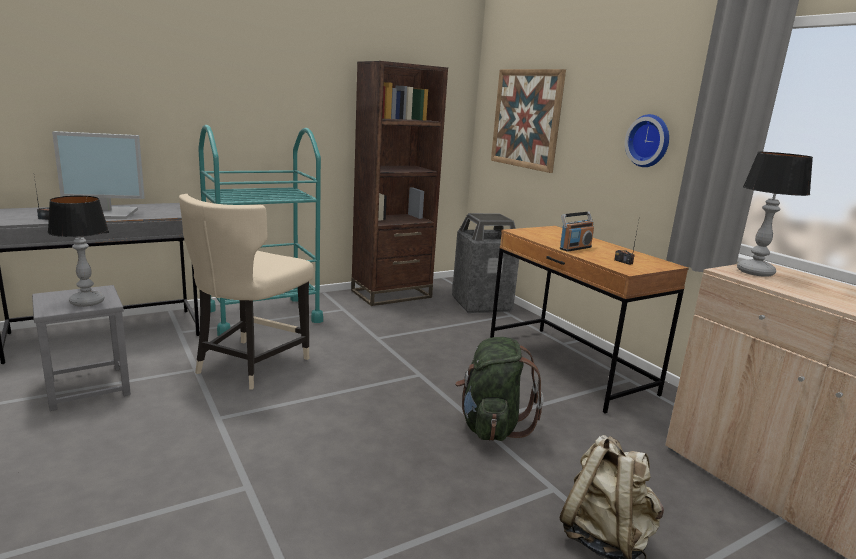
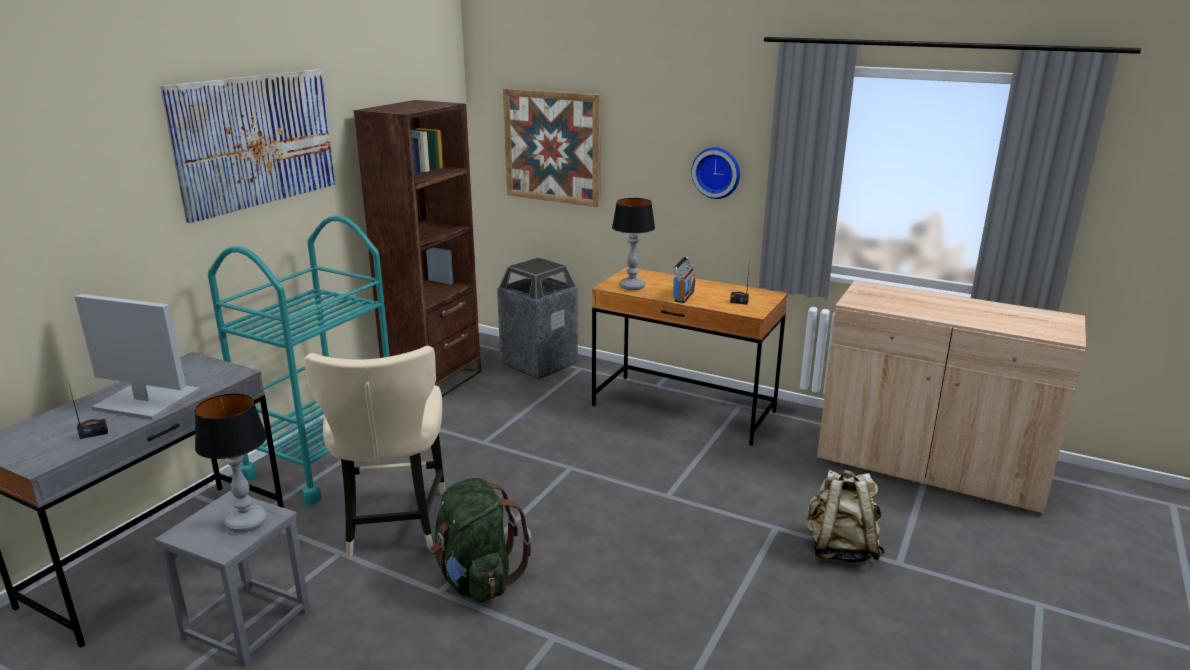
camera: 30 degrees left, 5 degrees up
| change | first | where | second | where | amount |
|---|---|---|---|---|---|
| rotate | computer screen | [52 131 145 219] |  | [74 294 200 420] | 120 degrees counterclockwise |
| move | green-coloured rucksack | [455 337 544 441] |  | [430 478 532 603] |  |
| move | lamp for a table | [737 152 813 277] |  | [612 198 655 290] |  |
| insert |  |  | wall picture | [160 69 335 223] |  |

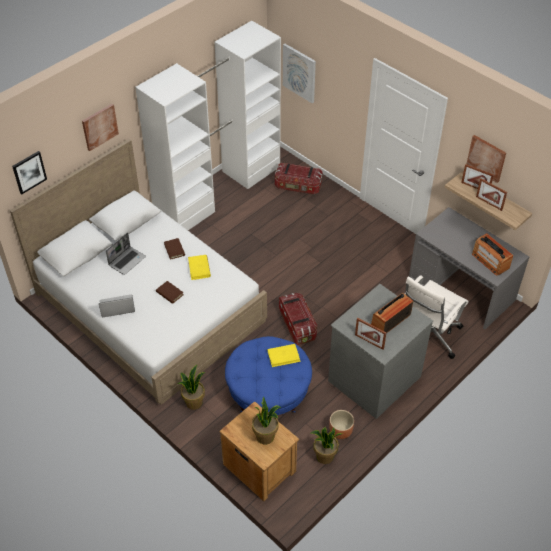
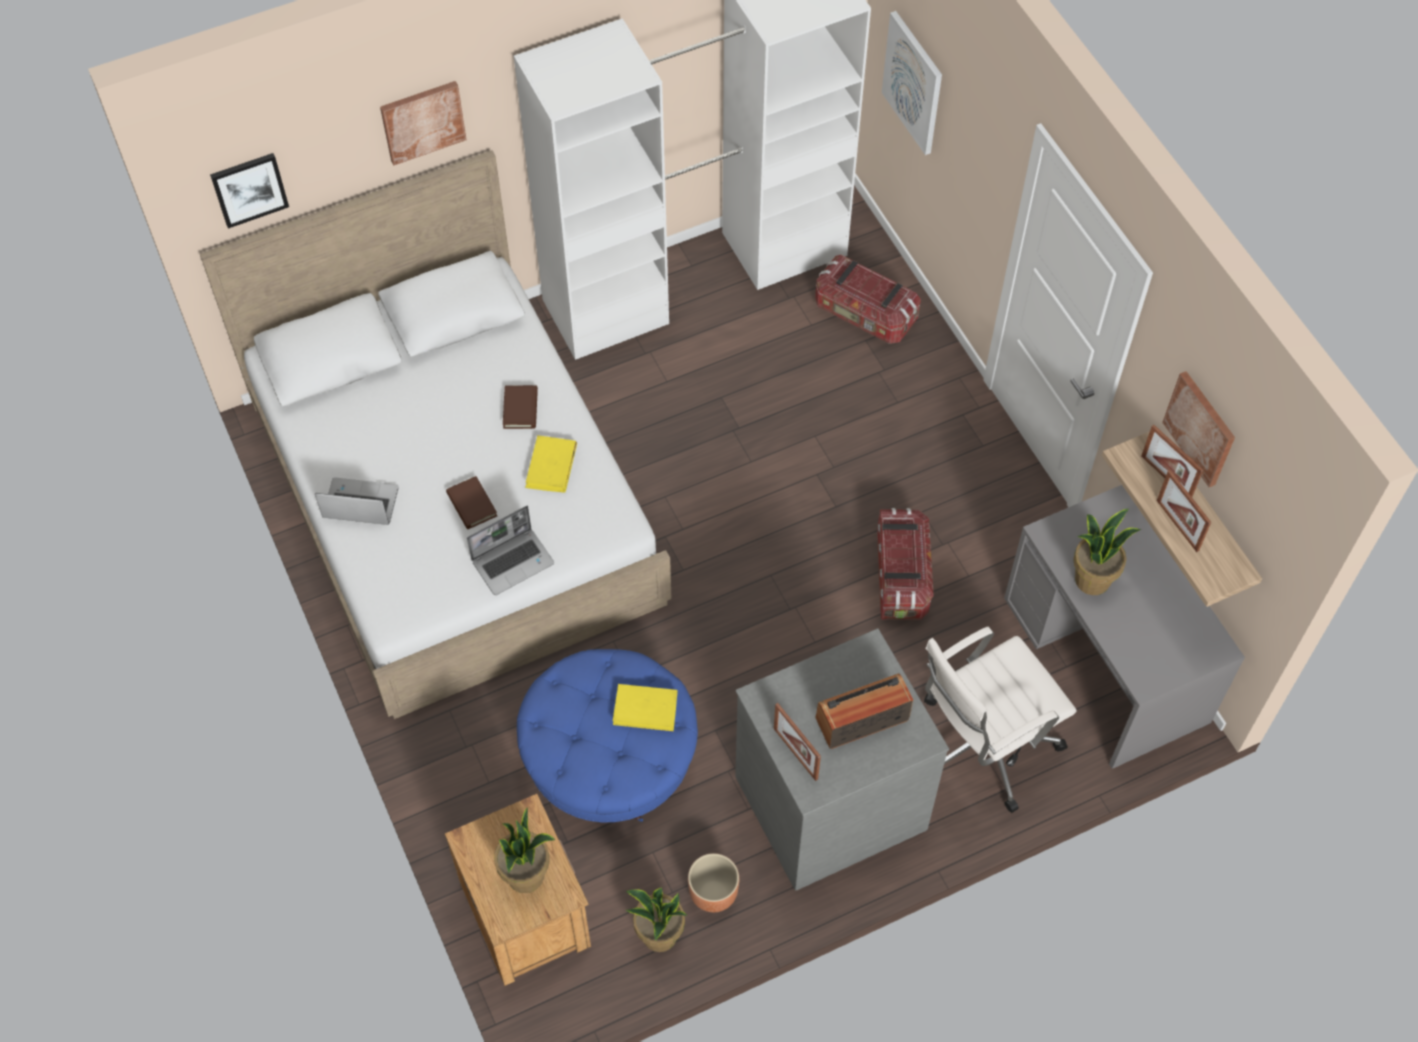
camera: 20 degrees right, 10 degrees up
| change | first | where | second | where | amount |
|---|---|---|---|---|---|
| move | portable computer | [106 233 146 275] |  | [467 506 554 595] |  |
| move | houseplant | [178 365 205 410] |  | [1073 509 1141 595] |  |
| move | storage box | [279 293 318 345] |  | [877 508 934 620] |  |
| delete | radio receiver | [472 233 513 276] |  |  |  |

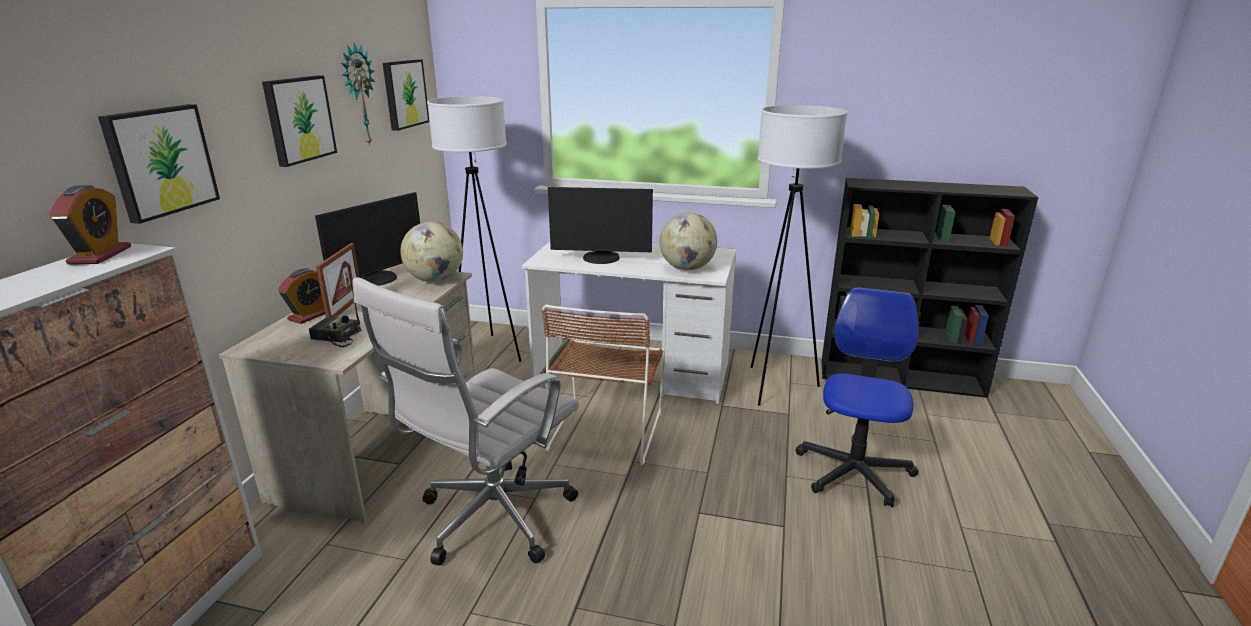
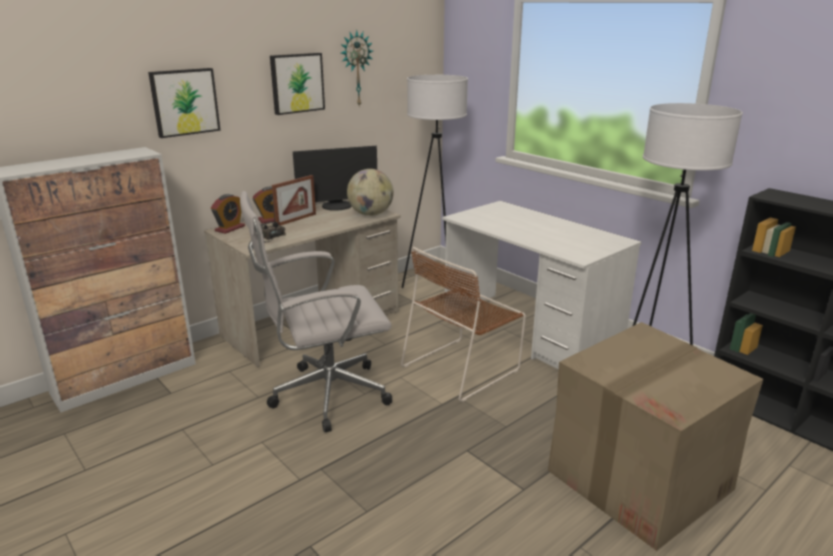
camera: 35 degrees right, 0 degrees up
| change | first | where | second | where | amount |
|---|---|---|---|---|---|
| move | alarm clock | [49 185 131 265] |  | [211 194 245 234] |  |
| delete | wall picture | [383 59 430 131] |  |  |  |
| delete | computer screen | [548 187 653 264] |  |  |  |
| delete | desk globe | [660 213 717 270] |  |  |  |
| replace | computer chair | [796 287 919 507] | packing box | [548 322 763 551] |  |

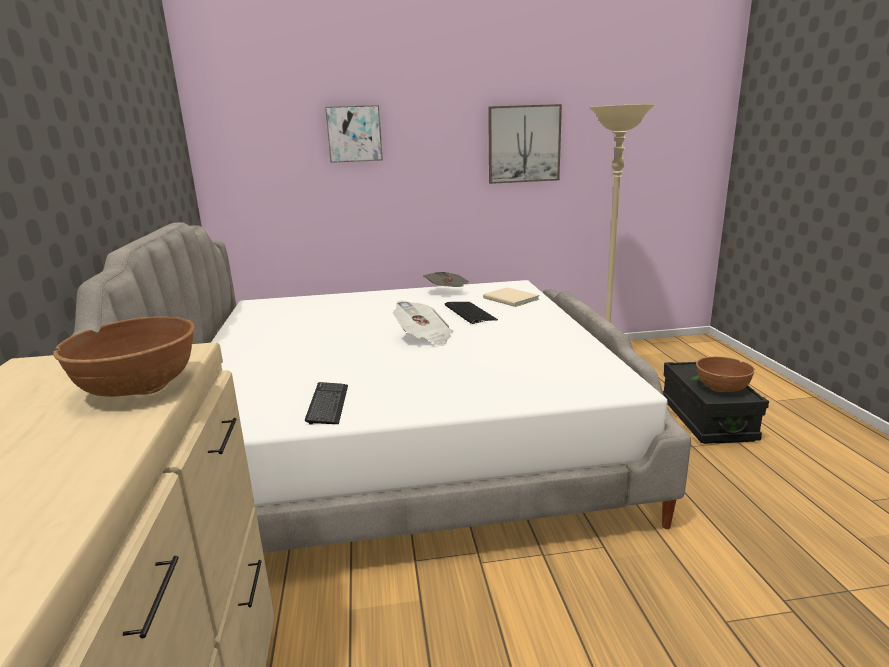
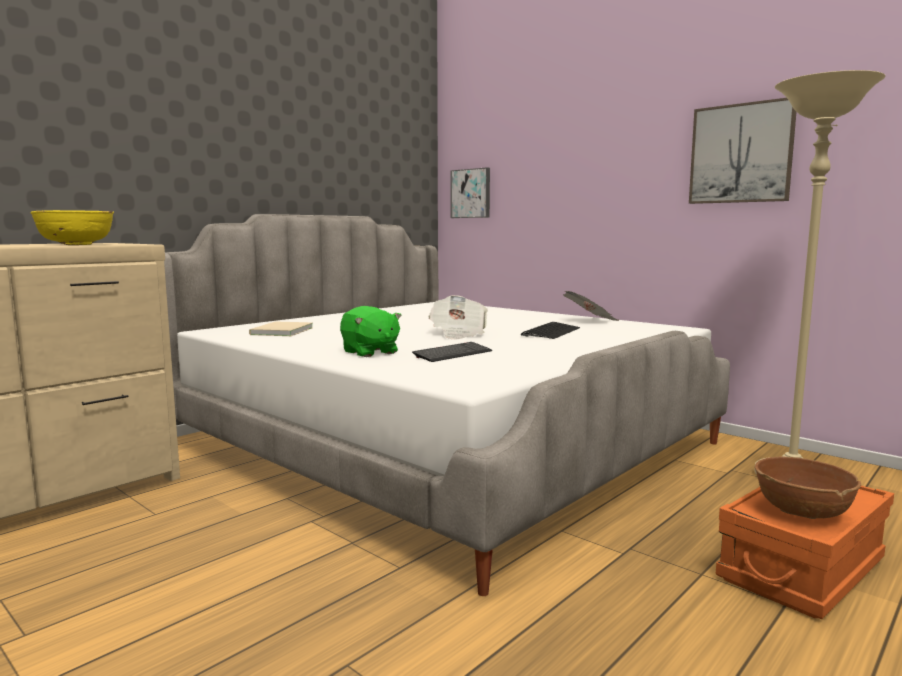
camera: 50 degrees right, 10 degrees down
| change | first | where | second | where | amount |
|---|---|---|---|---|---|
| recolor | brown serving bowl | [53 316 195 397] | yellowish serving bowl | [30 210 114 245] |  |
| move | computer keyboard | [305 382 348 425] |  | [412 342 492 362] |  |
| move | wall picture | [325 105 383 163] |  | [450 167 490 218] |  |
| move | beige-coloured volume | [483 287 539 307] |  | [249 321 313 336] |  |
| recolor | black storage box | [663 362 769 444] | orangey storage box | [716 486 894 619] |  |
| insert |  |  | green-coloured plush toy | [340 306 402 357] |  |

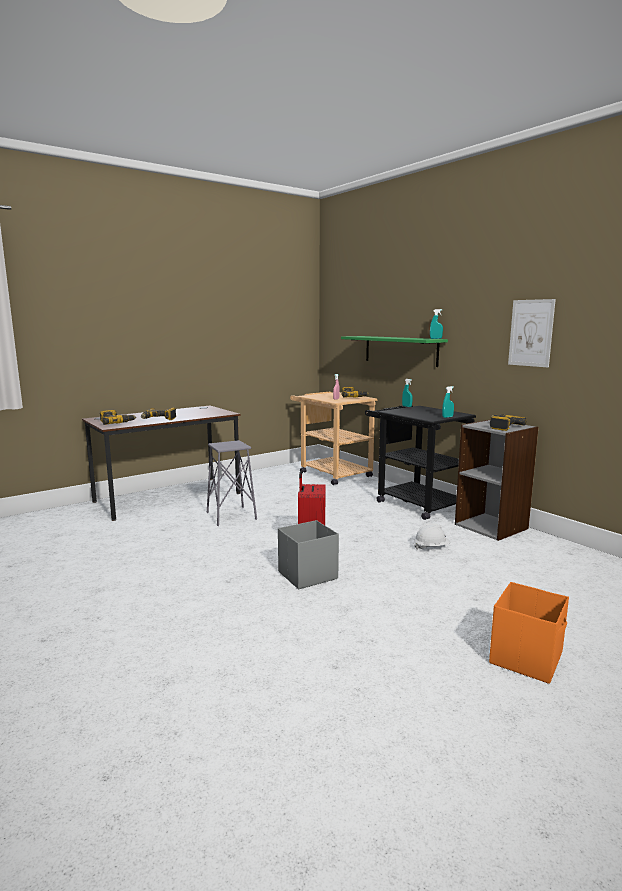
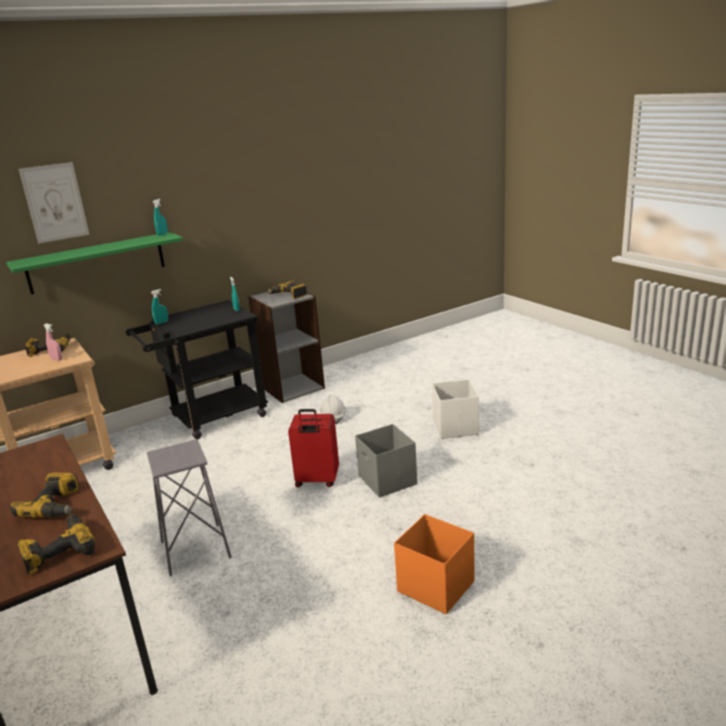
camera: 85 degrees left, 10 degrees up
| change | first | where | second | where | amount |
|---|---|---|---|---|---|
| move | orangey storage box | [489 582 569 684] |  | [394 514 475 614] |  |
| move | wall picture | [508 299 556 367] |  | [19 162 90 243] |  |
| insert |  |  | white-coloured storage box | [432 379 479 439] |  |

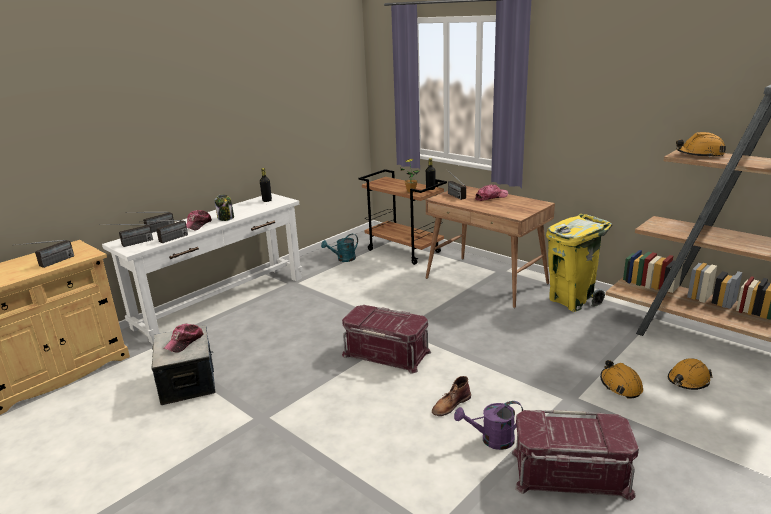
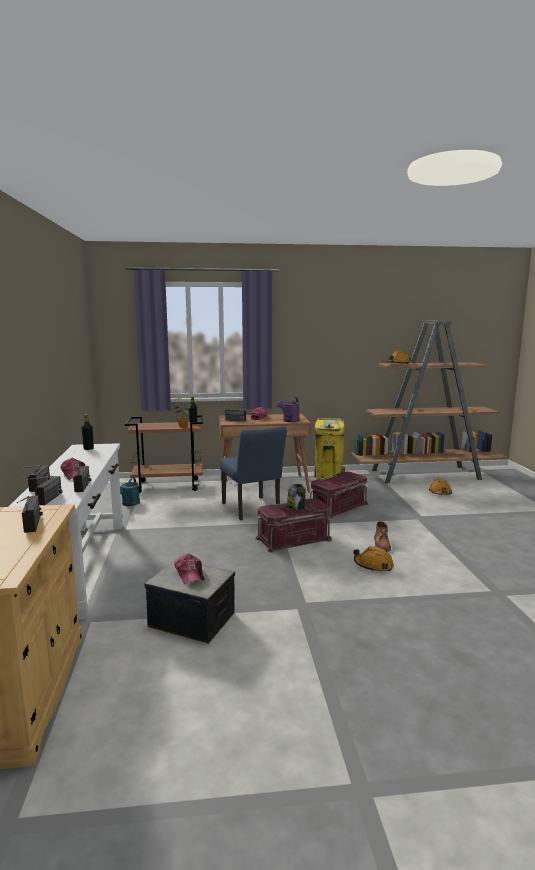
camera: 50 degrees left, 10 degrees down
| change | first | where | second | where | amount |
|---|---|---|---|---|---|
| move | preserve jar | [214 194 234 221] |  | [287 484 306 510] |  |
| move | purple watering pot | [454 401 523 450] |  | [277 397 300 422] |  |
| move | reddish storage box | [511 410 639 501] |  | [310 471 368 518] |  |
| move | orangey safety helmet | [600 360 643 399] |  | [353 546 394 572] |  |
| insert |  |  | blue-coloured chair | [220 426 287 520] |  |

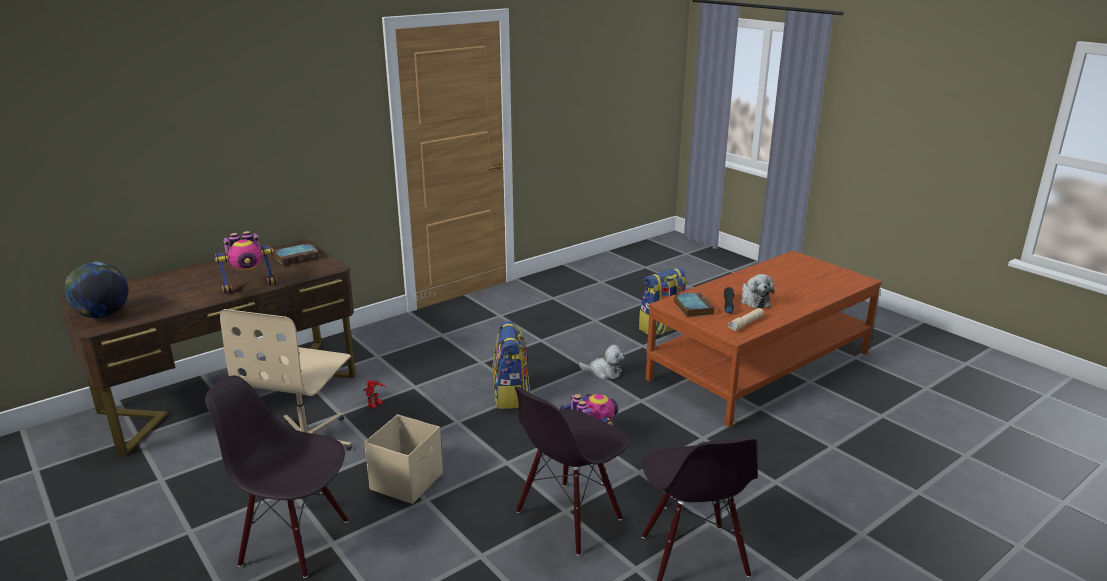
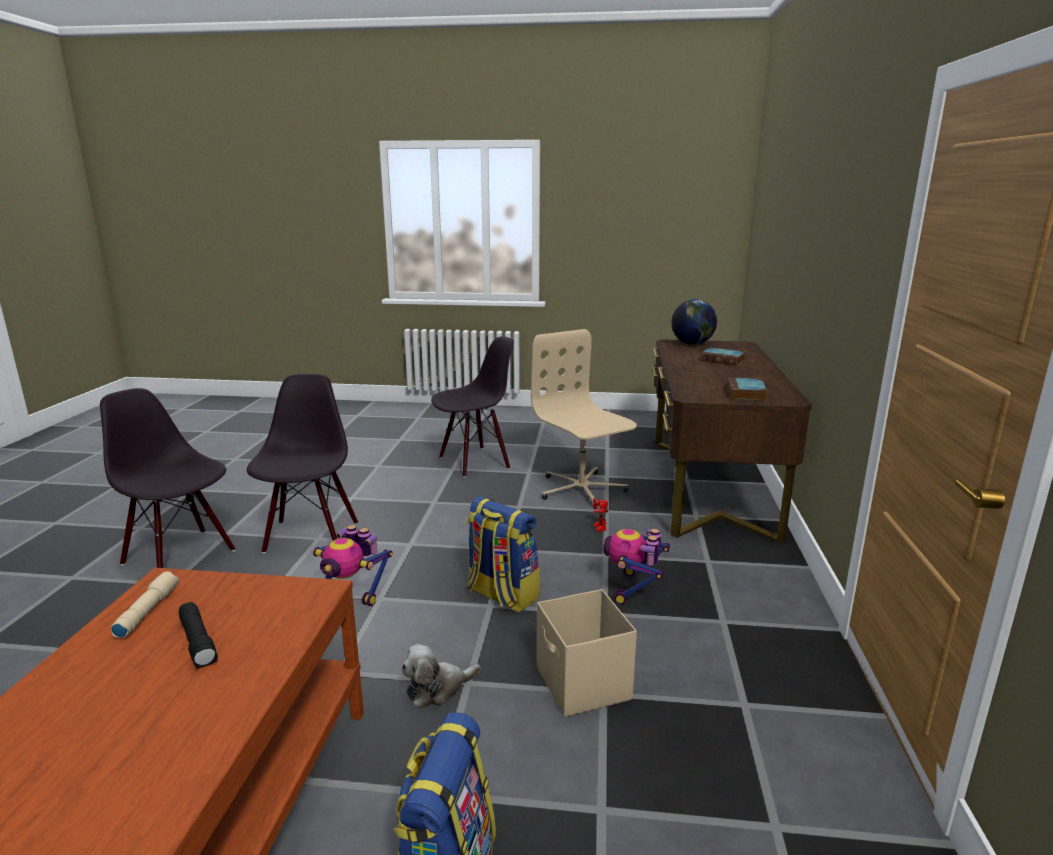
camera: 135 degrees right, 5 degrees down
| change | first | where | second | where | amount |
|---|---|---|---|---|---|
| move | model robot | [215 231 277 294] |  | [603 529 670 604] |  |
| move | beige-coloured storage box | [364 414 443 504] |  | [537 589 637 717] |  |
| move | volume | [674 292 715 317] |  | [700 348 746 365] |  |
| delete | plush toy | [741 274 774 309] |  |  |  |

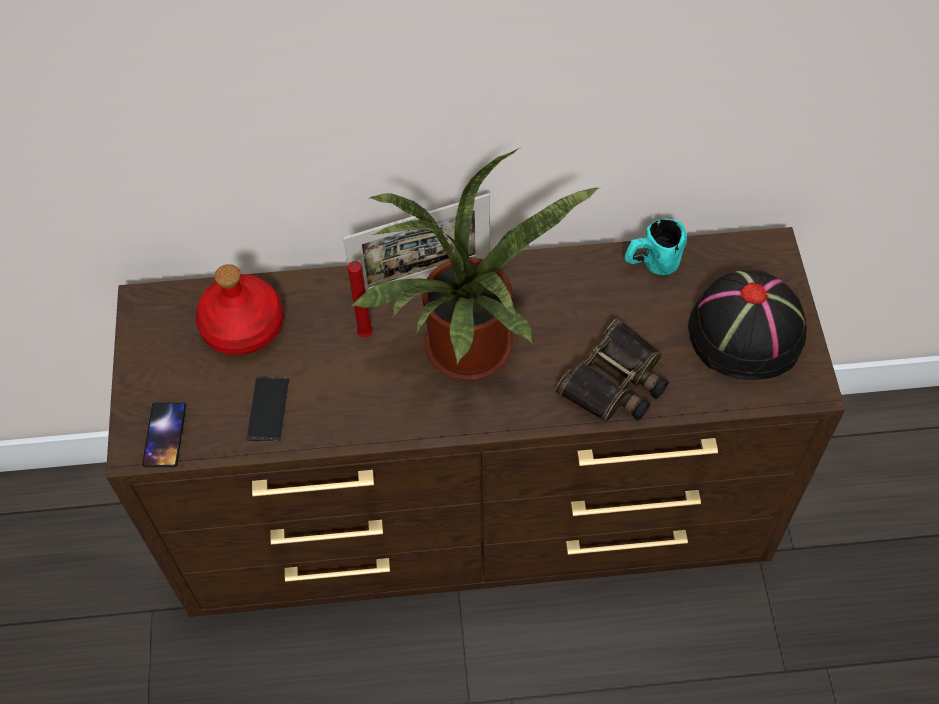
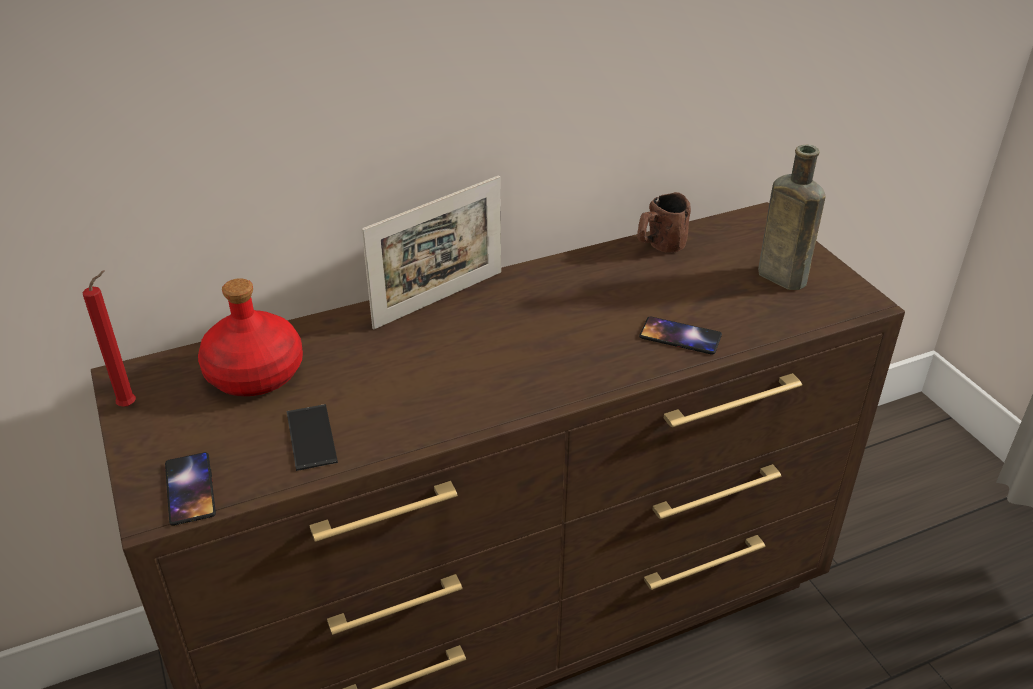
camera: 20 degrees left, 20 degrees down
| change | first | where | second | where | amount |
|---|---|---|---|---|---|
| move | reddish wax candle | [348 253 373 337] |  | [83 270 136 406] |  |
| delete | houseplant | [351 148 599 380] |  |  |  |
| replace | pair of binoculars | [555 318 669 423] | handset | [639 316 722 355] |  |
| recolor | turquoise coffee mug | [624 218 687 275] | brown coffee mug | [637 192 691 253] |  |
| replace | black clothing hat | [688 270 807 380] | brown beverage bottle | [758 145 825 290] |  |

